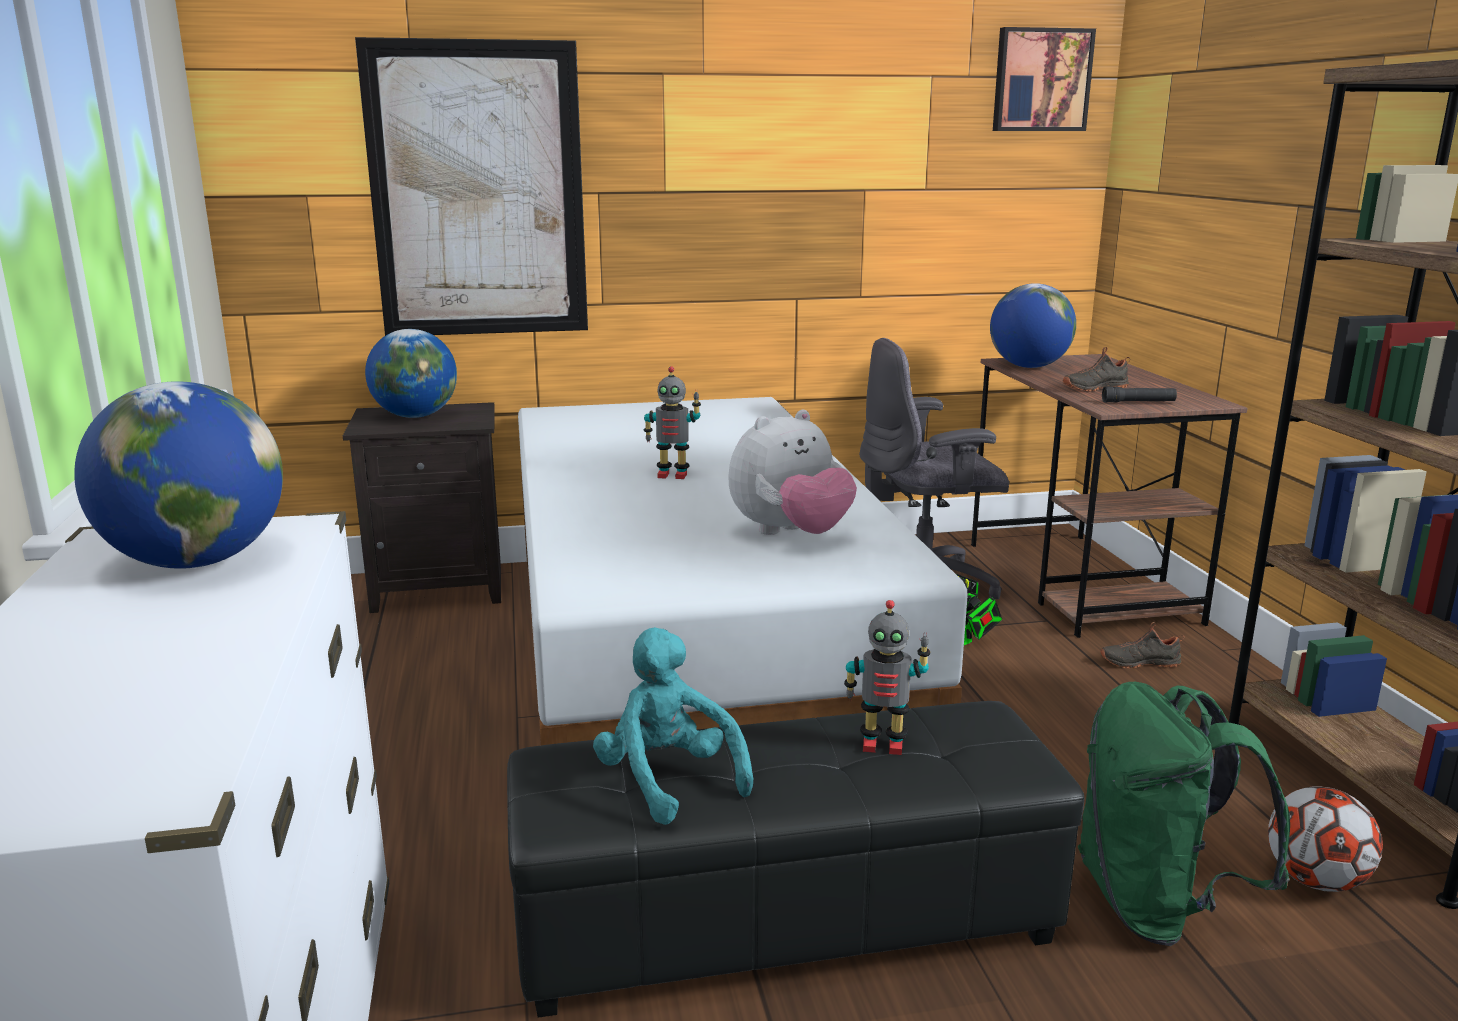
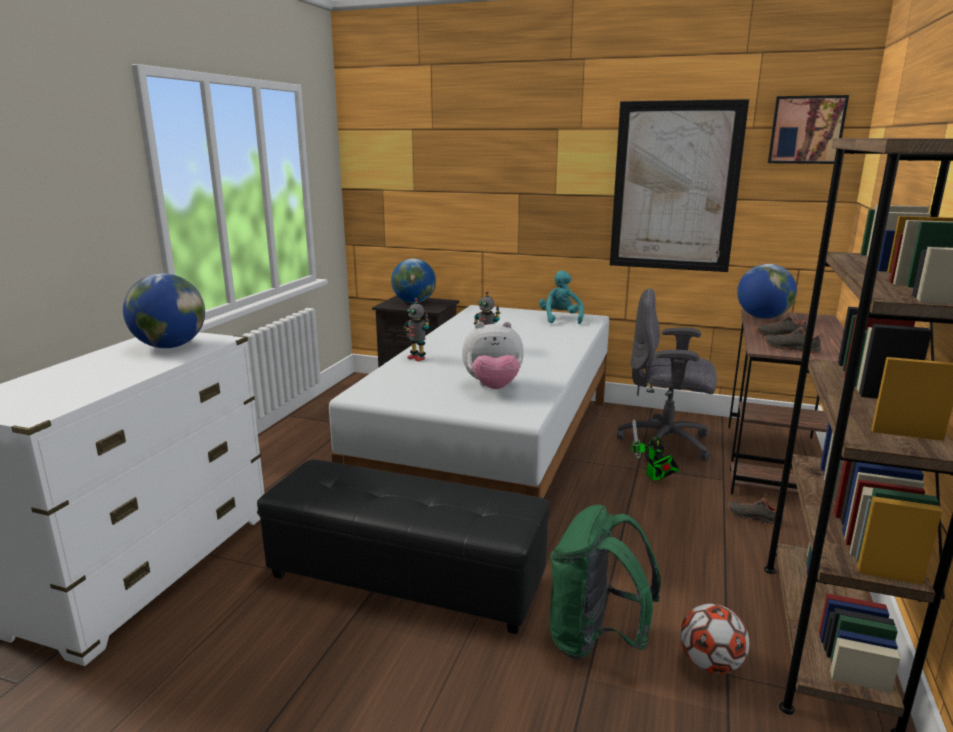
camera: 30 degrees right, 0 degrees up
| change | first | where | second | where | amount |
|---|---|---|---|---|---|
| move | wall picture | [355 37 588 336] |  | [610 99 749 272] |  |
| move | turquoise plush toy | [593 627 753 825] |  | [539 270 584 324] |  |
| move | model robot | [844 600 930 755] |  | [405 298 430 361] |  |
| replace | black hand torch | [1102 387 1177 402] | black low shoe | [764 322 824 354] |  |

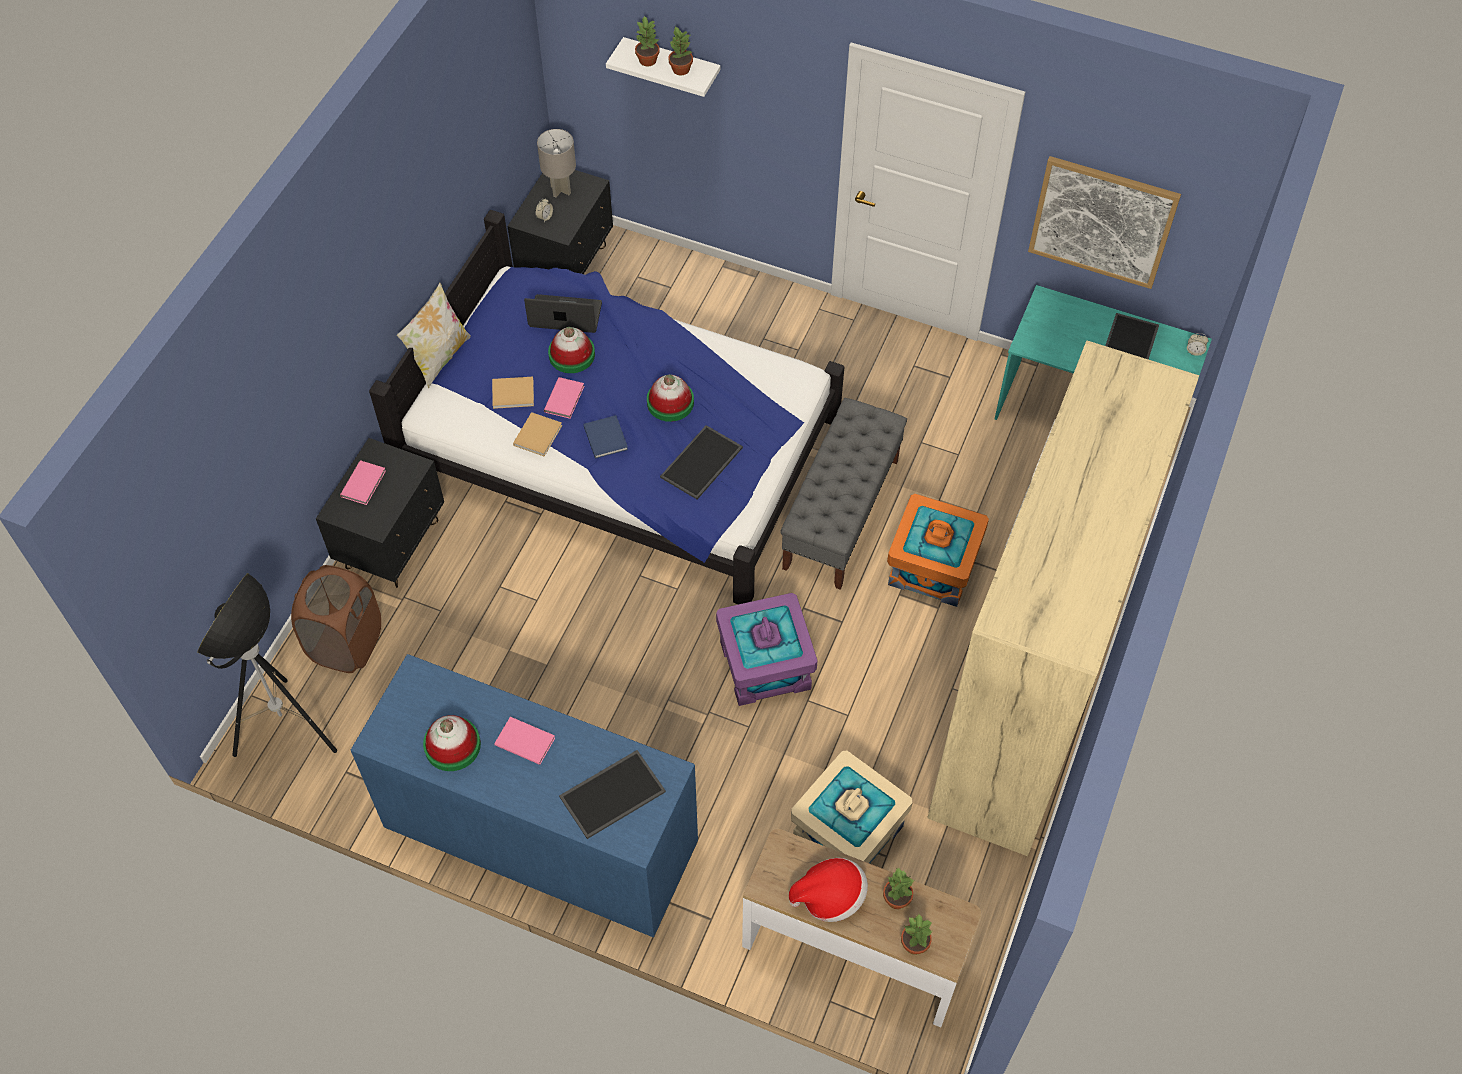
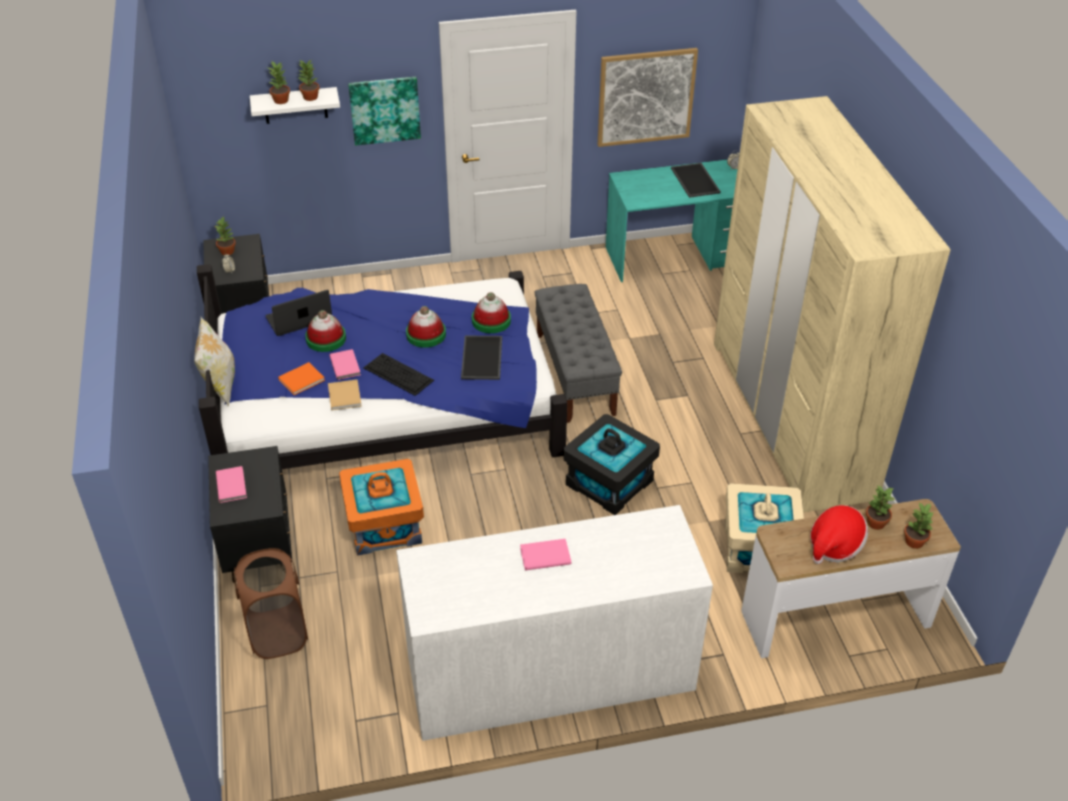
camera: 35 degrees left, 15 degrees down
| change | first | where | second | where | amount |
|---|---|---|---|---|---|
| delete | standing lamp | [197 573 337 757] |  |  |  |
| recolor | blue-coloured drawer chest | [351 654 698 937] | white-coloured drawer chest | [396 505 713 741] |  |
| move | clothing hat | [423 715 481 771] |  | [472 292 511 333] |  |
| recolor | beige-coloured volume | [492 377 534 409] | orangey volume | [278 362 325 395] |  |
| replace | grey lamp for a table | [537 129 576 197] | houseplant | [213 216 236 255] |  |
| delete | carrying tray | [559 750 666 839] |  |  |  |
| replace | blue-coloured volume | [584 415 628 459] | computer keyboard | [363 353 434 396] |  |
| recolor | purple storage box | [716 593 818 706] | black storage box | [564 414 660 515] |  |
| move | orangey storage box | [887 494 989 607] |  | [339 459 424 556] |  |
| insert |  |  | wall picture | [348 77 421 145] |  |

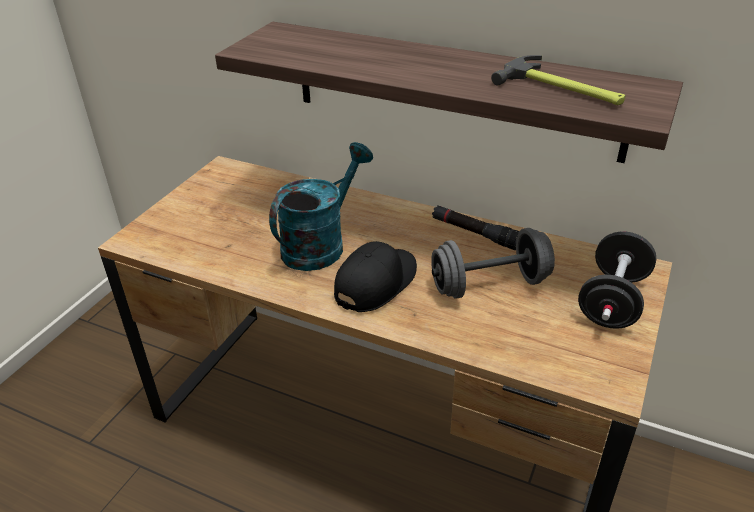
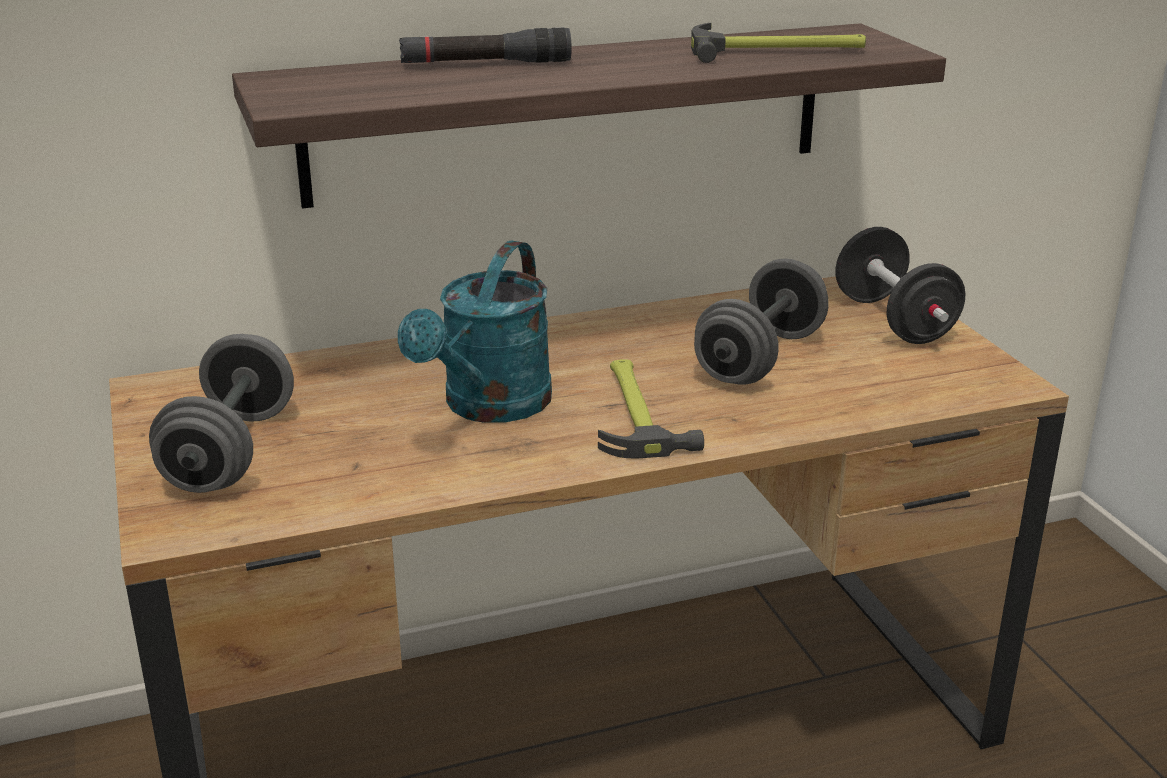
camera: 45 degrees left, 10 degrees down
| change | first | where | second | where | amount |
|---|---|---|---|---|---|
| rotate | turquoise watering pot | [269 142 373 271] |  | [398 240 552 423] | 150 degrees counterclockwise |
| replace | black baseball cap | [334 241 417 312] | hand hammer | [598 359 704 459] |  |
| move | black hand torch | [432 206 519 250] |  | [399 27 572 63] |  |
| insert |  |  | grey free weight | [149 334 294 493] |  |

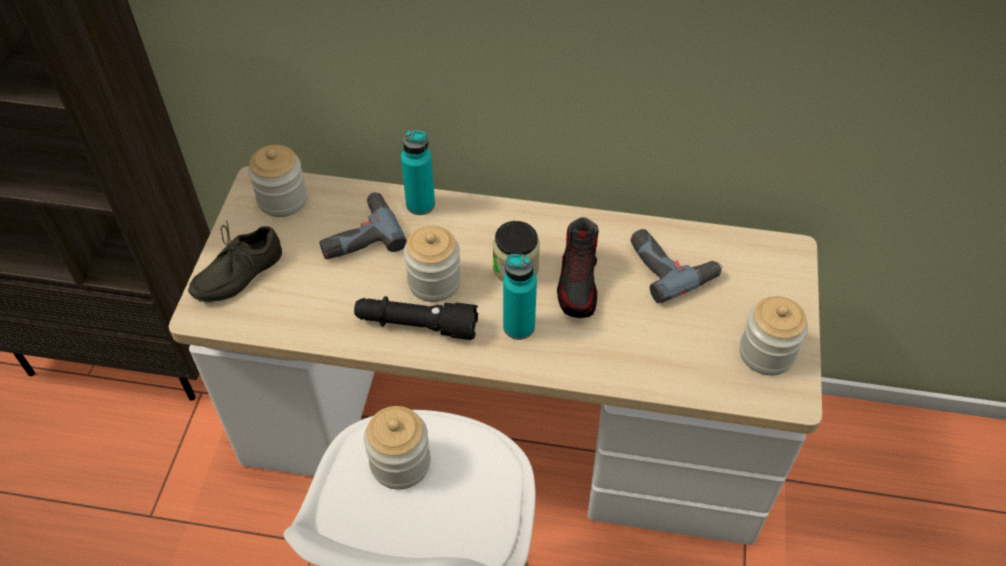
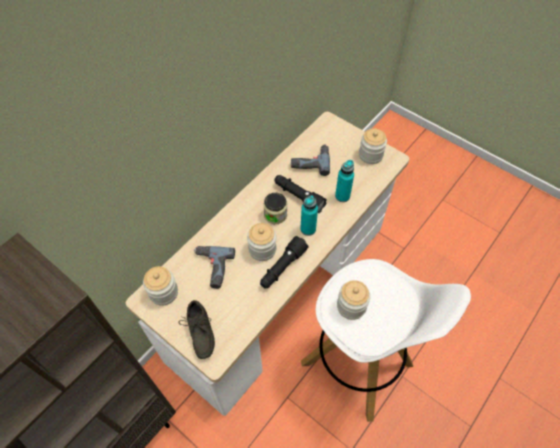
camera: 60 degrees left, 5 degrees up
| change | first | where | second | where | amount |
|---|---|---|---|---|---|
| move | turquoise beverage bottle | [401 130 435 215] |  | [335 160 354 202] |  |
| replace | low shoe | [557 217 599 318] | black hand torch | [274 175 327 213] |  |

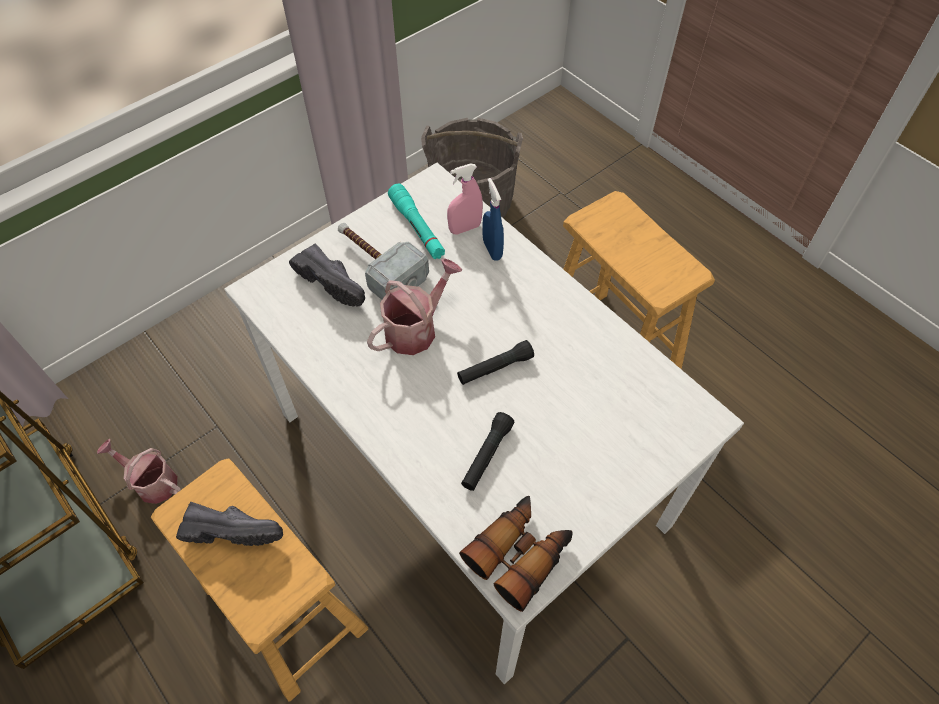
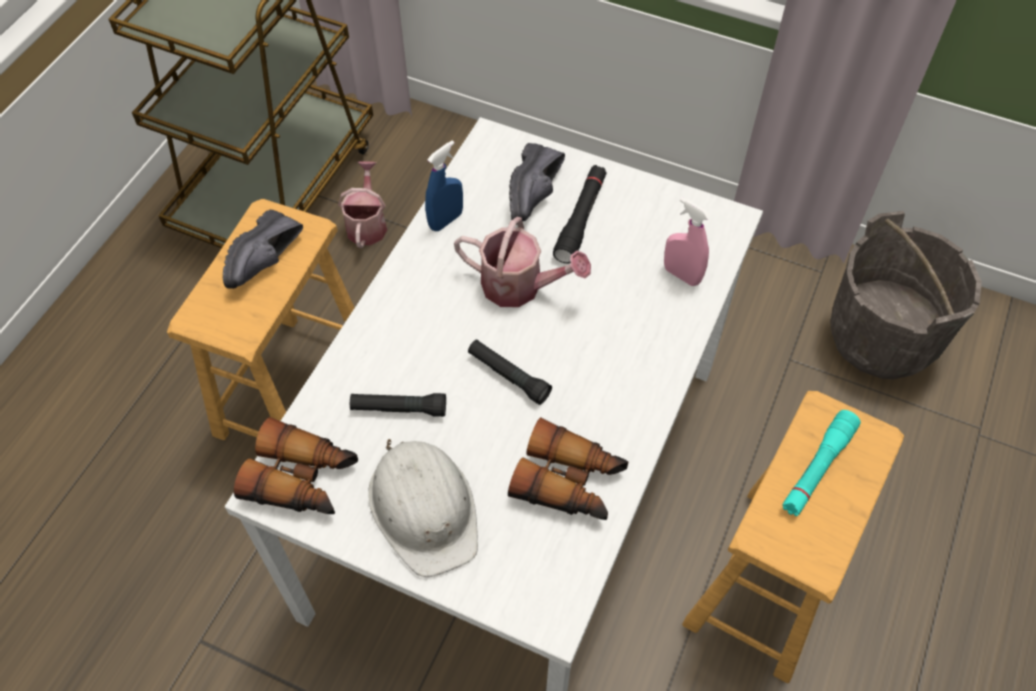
camera: 65 degrees right, 0 degrees up
| change | first | where | second | where | amount |
|---|---|---|---|---|---|
| rotate | black low shoe | [176 502 283 546] |  | [223 210 303 289] | 45 degrees clockwise |
| replace | hand hammer | [338 223 429 300] | black hand torch | [553 165 606 263] |  |
| move | turquoise hand torch | [388 184 445 259] |  | [782 410 861 516] |  |
| move | blue-coloured spray bottle | [482 178 504 261] |  | [425 140 463 231] |  |
| insert |  |  | white-coloured safety helmet | [368 438 478 577] |  |
| insert |  |  | pair of binoculars | [508 417 628 520] |  |

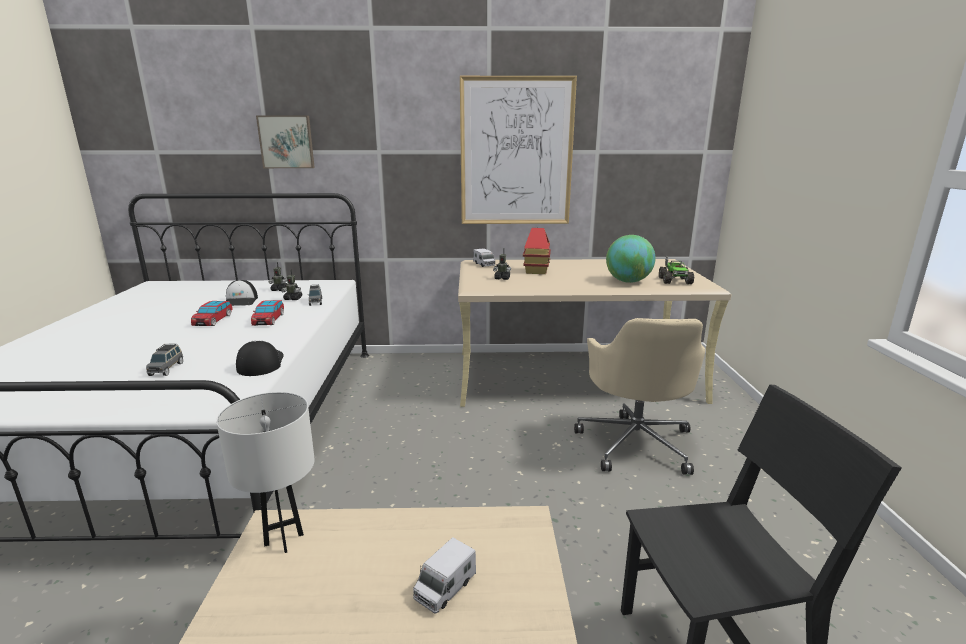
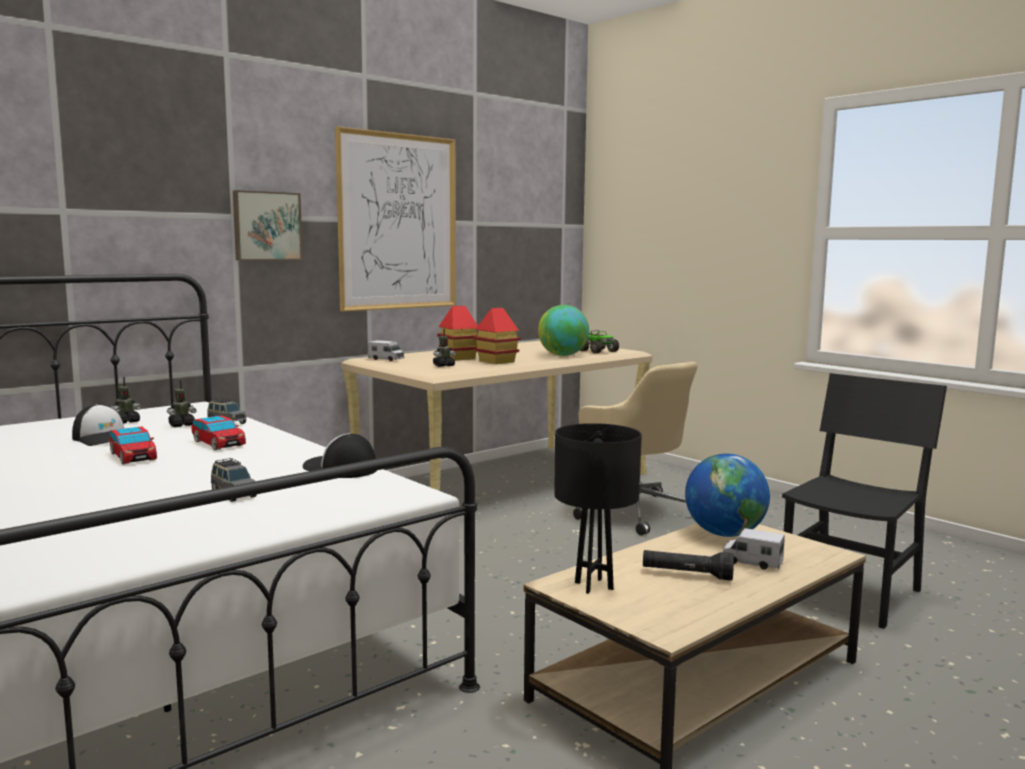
camera: 40 degrees left, 10 degrees down
| change | first | where | second | where | amount |
|---|---|---|---|---|---|
| recolor | white-coloured lamp for a table | [216 392 315 553] | black lamp for a table | [554 423 642 594] |  |
| move | wall picture | [256 116 315 168] |  | [233 190 303 260] |  |
| rotate | model truck | [413 537 476 613] |  | [723 528 785 570] | 120 degrees clockwise |
| insert |  |  | toy house | [473 308 521 364] |  |
| insert |  |  | black hand torch | [643 550 734 581] |  |
| insert |  |  | desk globe | [685 453 770 537] |  |

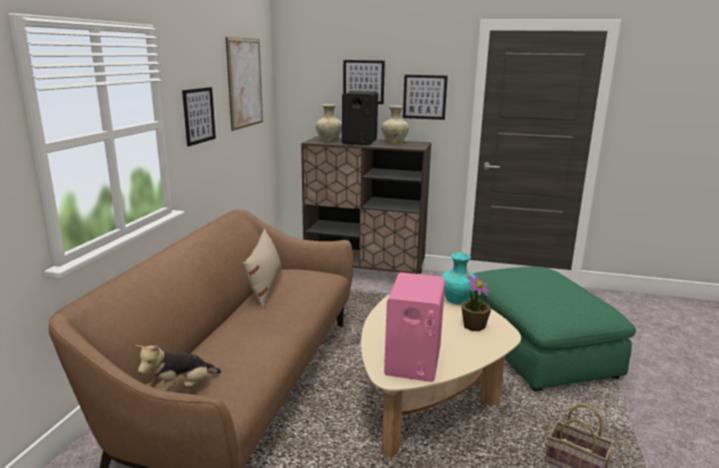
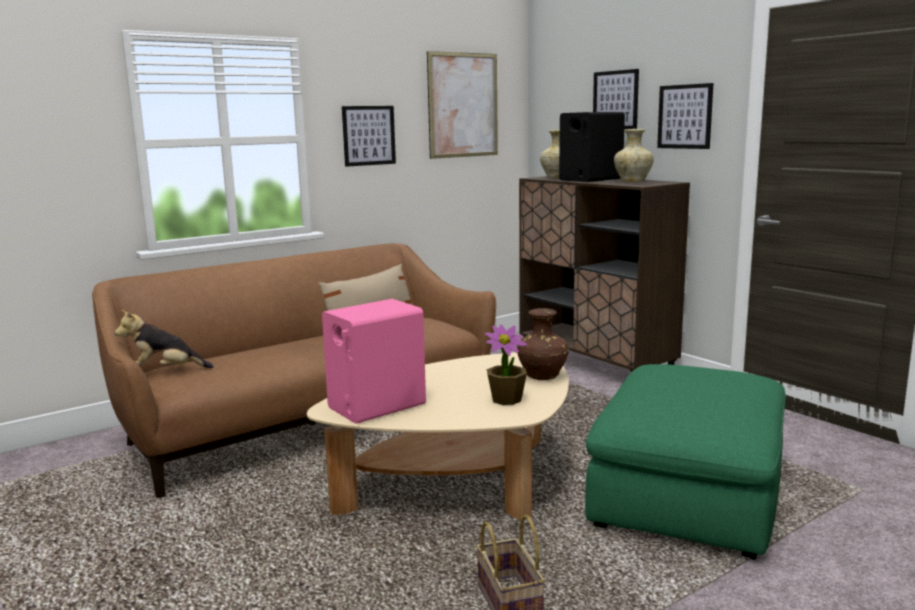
camera: 40 degrees right, 5 degrees down
| change | first | where | second | where | amount |
|---|---|---|---|---|---|
| recolor | turquoise vase | [441 253 476 304] | brown vase | [517 308 569 380] |  |

